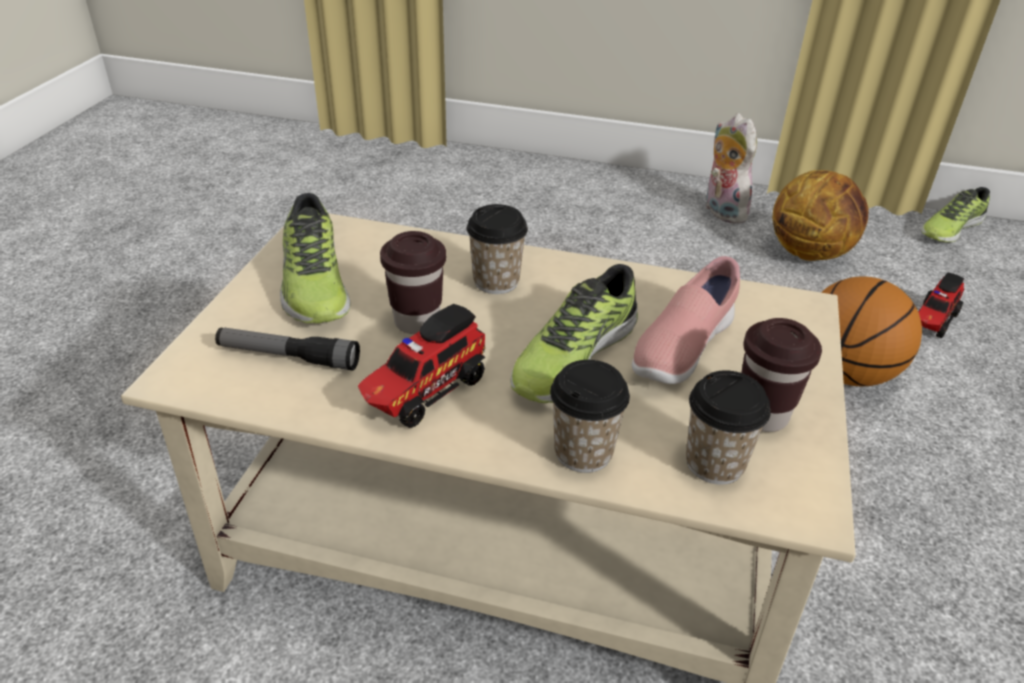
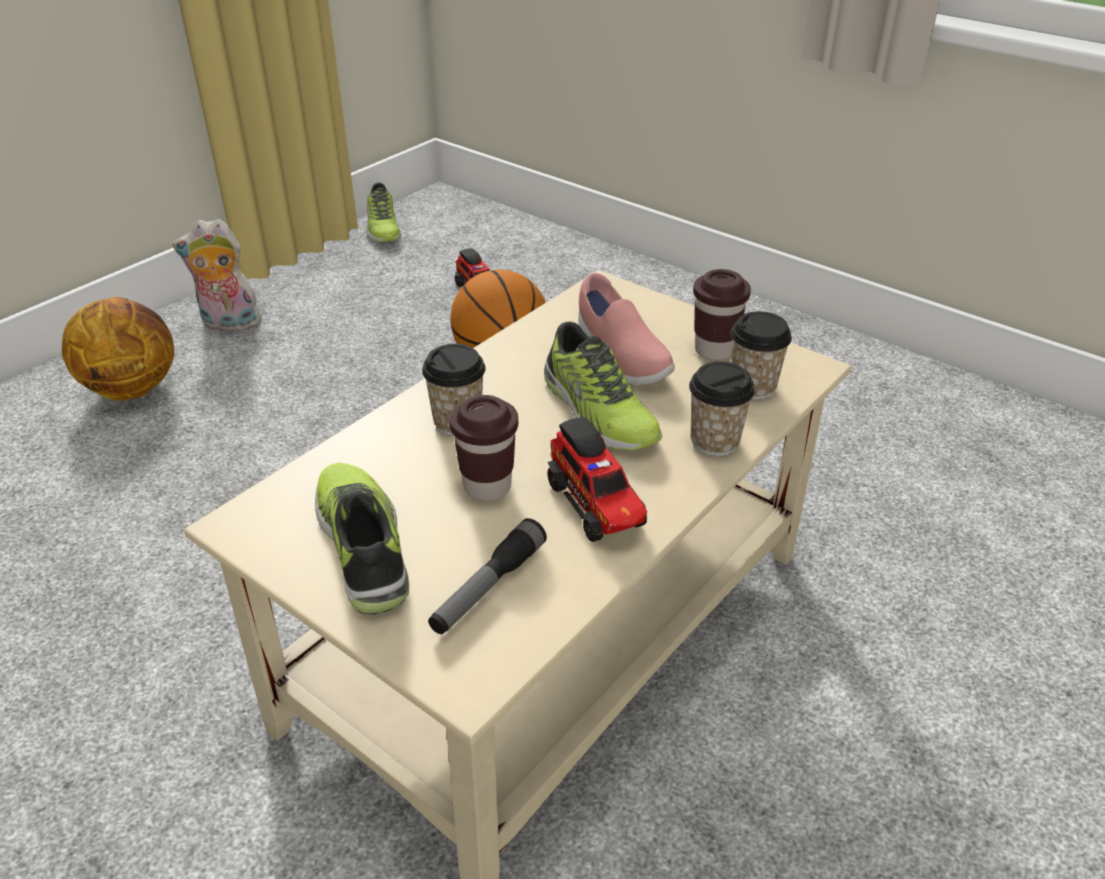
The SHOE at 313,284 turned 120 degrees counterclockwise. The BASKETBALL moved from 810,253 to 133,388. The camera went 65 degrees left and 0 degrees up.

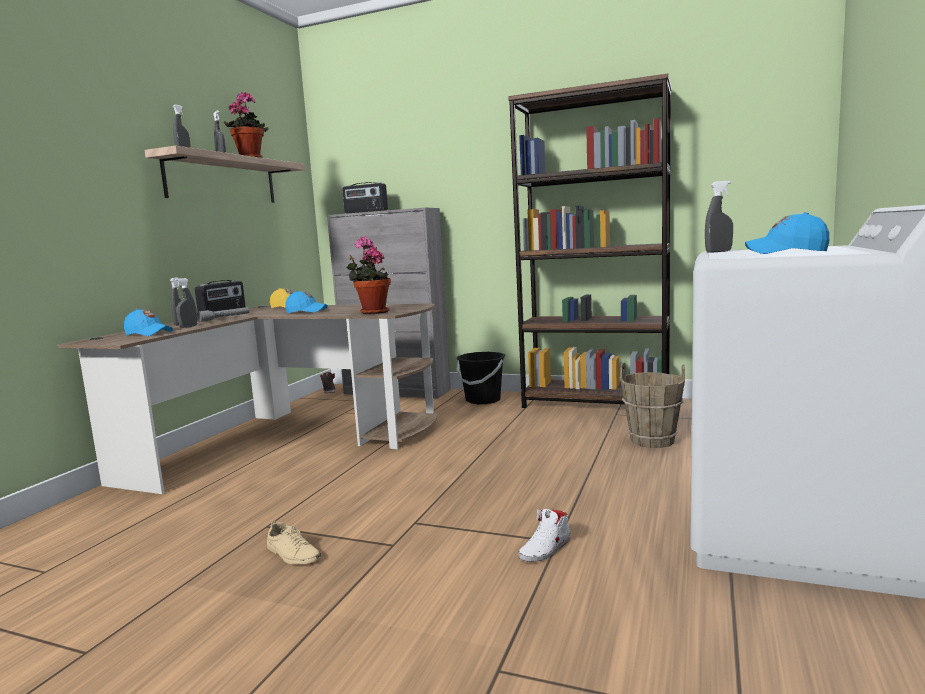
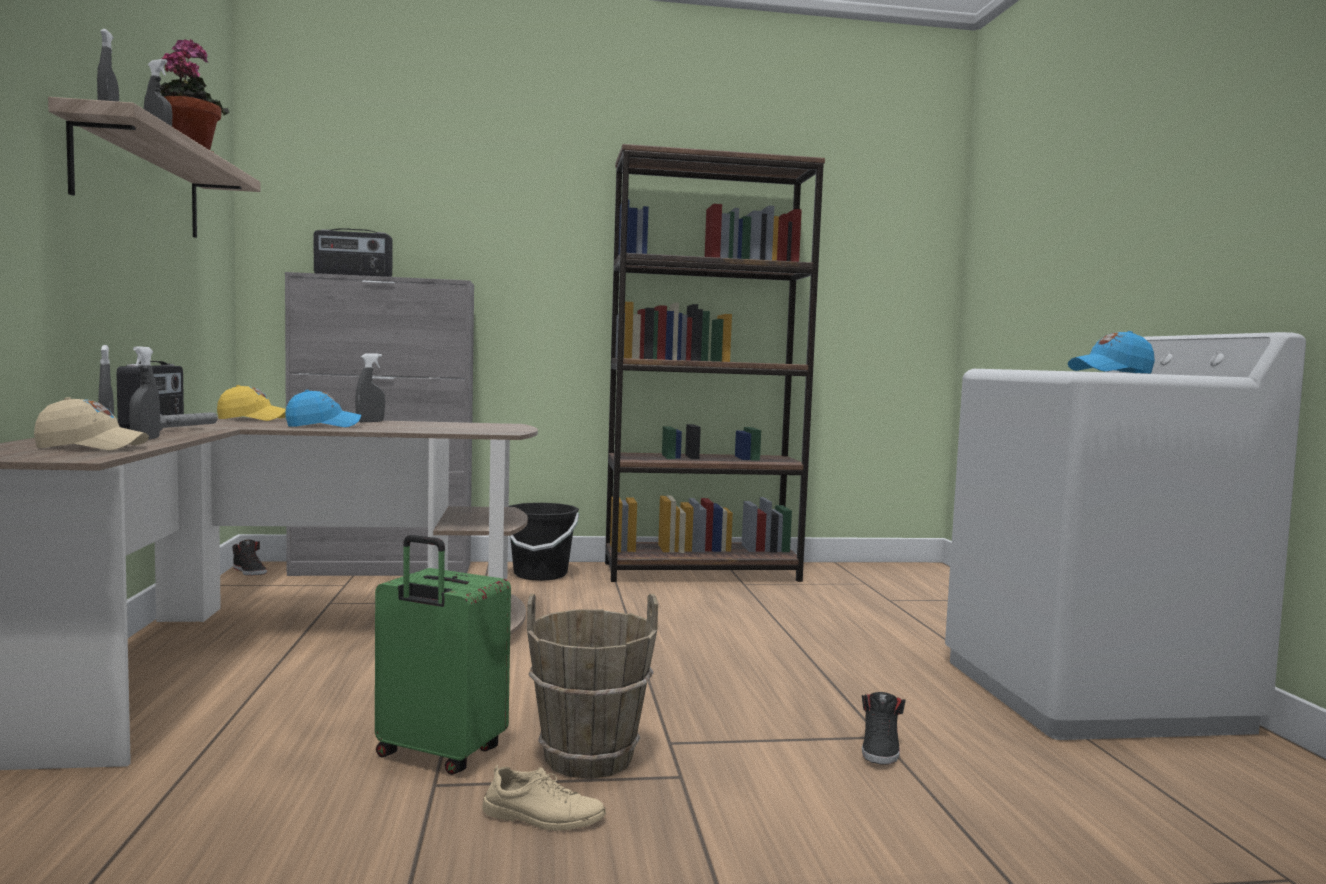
The BLUE CAP at 148,334 became the BEIGE CAP at 92,447. The POTTED PLANT at 372,312 disappeared. The WHITE SHOE at 546,549 became the BLACK SHOE at 881,748. The BROWN BUCKET moved from 652,441 to 589,758. The GREY SPRAY BOTTLE moved from 718,251 to 370,422. The GREEN SUITCASE at 438,754 appeared. The camera went 30 degrees left and 5 degrees down.

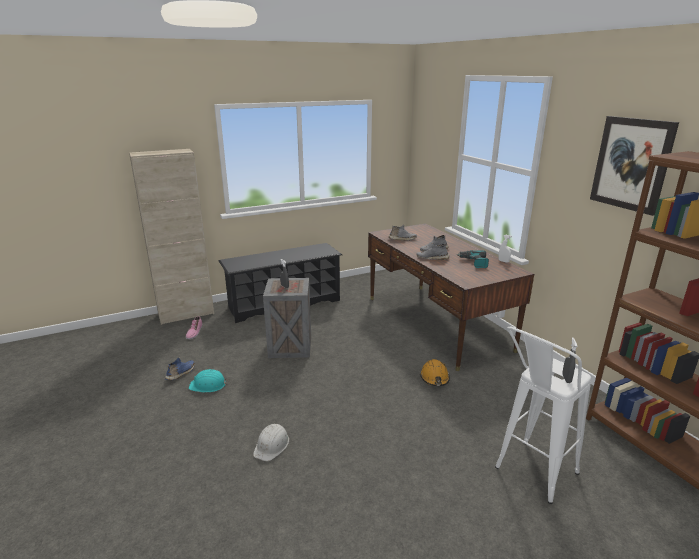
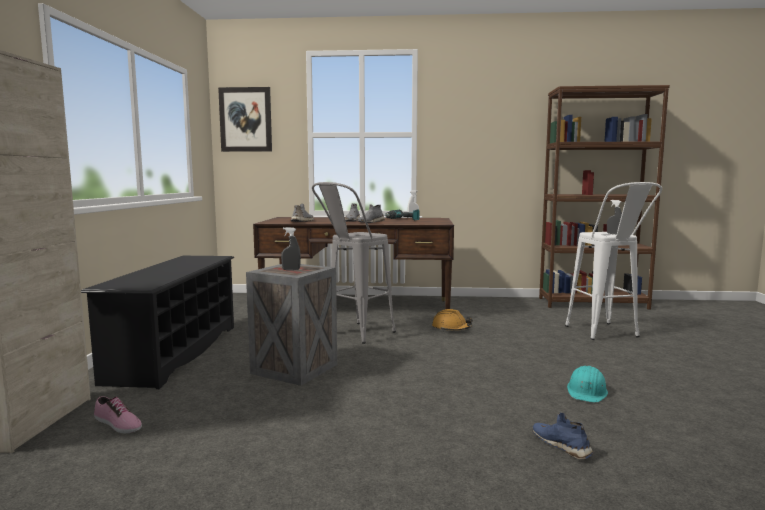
The BLUE SHOE moved from 181,373 to 562,446. The TURQUOISE HARD HAT moved from 208,385 to 587,392. The WHITE HARD HAT at 272,445 disappeared. The PICTURE moved from 631,164 to 245,119. The GREY STOOL at 353,335 appeared. The camera went 60 degrees left and 15 degrees down.

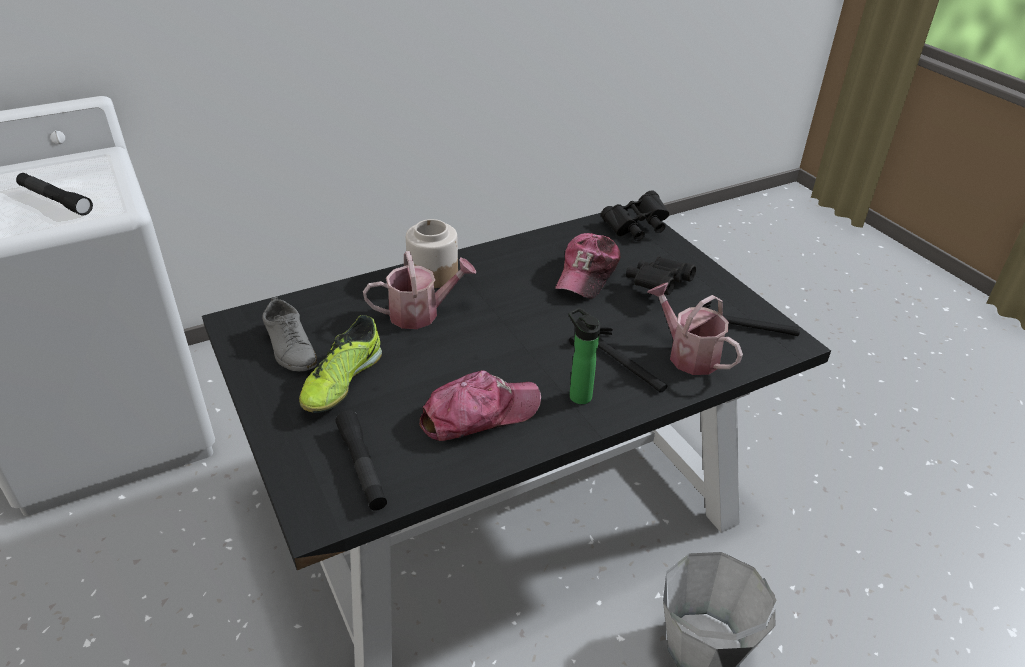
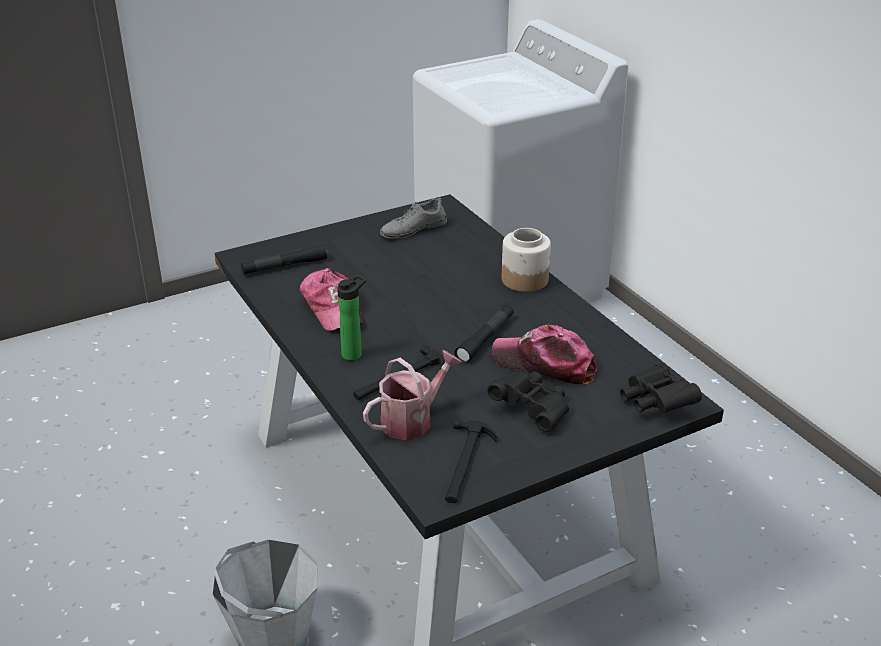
The BLACK FLASHLIGHT moved from 55,200 to 485,339. The SHOE at 342,381 disappeared. The WATERING CAN at 421,313 disappeared. The camera went 90 degrees right and 5 degrees down.

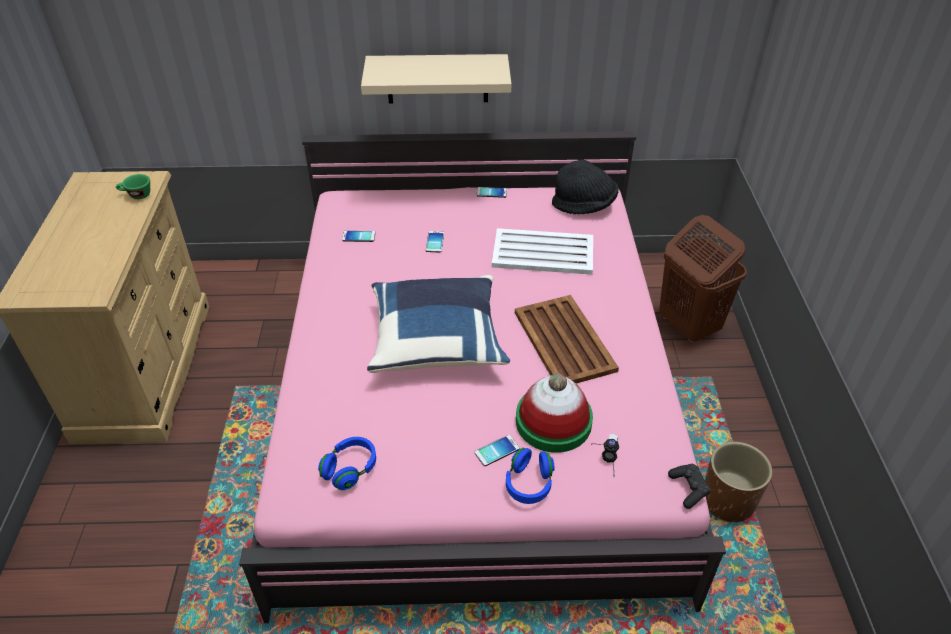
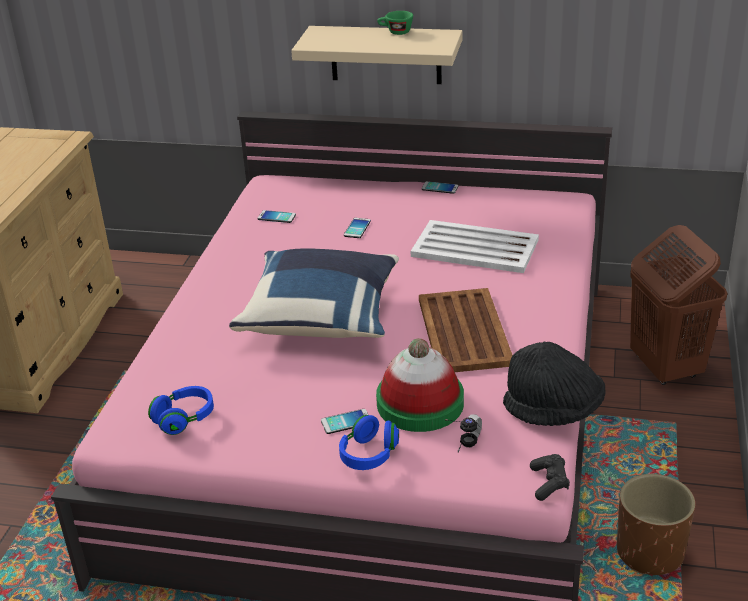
The GREEN CUP moved from 136,195 to 395,32. The BLACK HAT moved from 584,205 to 553,411. The camera went 15 degrees right and 10 degrees down.

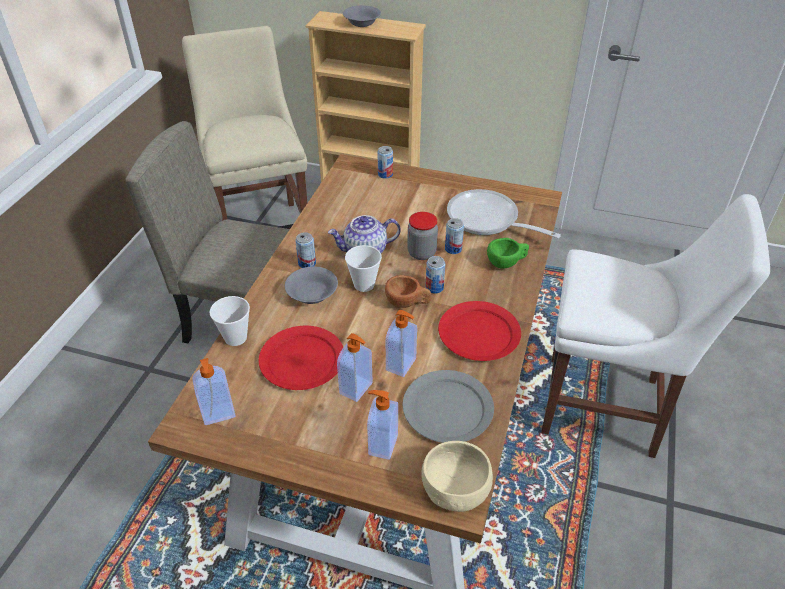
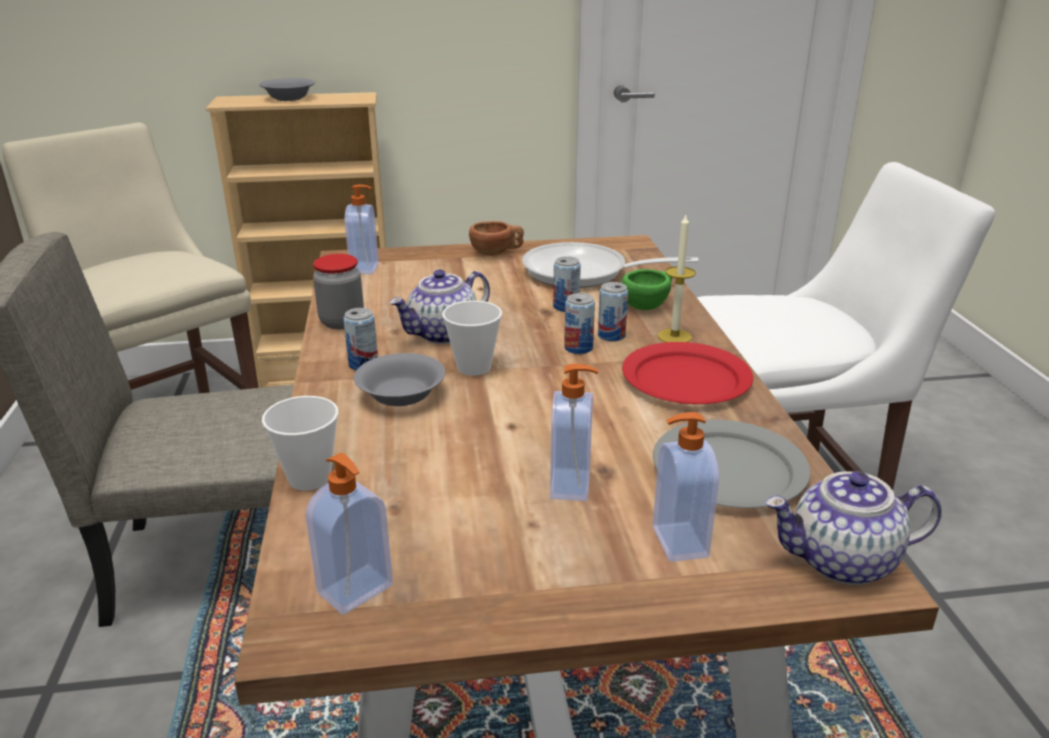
The RED PLATE at 302,361 disappeared. The CAN moved from 385,174 to 611,335. The BROWN CUP moved from 407,303 to 497,253. The SOAP DISPENSER moved from 402,365 to 366,268. The JAR moved from 421,253 to 342,322. The BEIGE BOWL at 455,489 was replaced by the TEAPOT at 842,562. The CANDLE at 674,336 appeared. The camera went 25 degrees left and 15 degrees down.

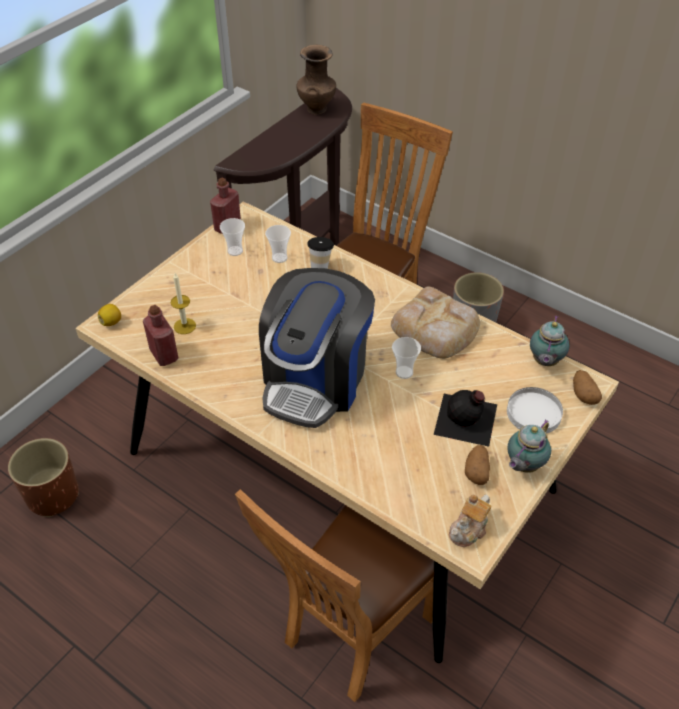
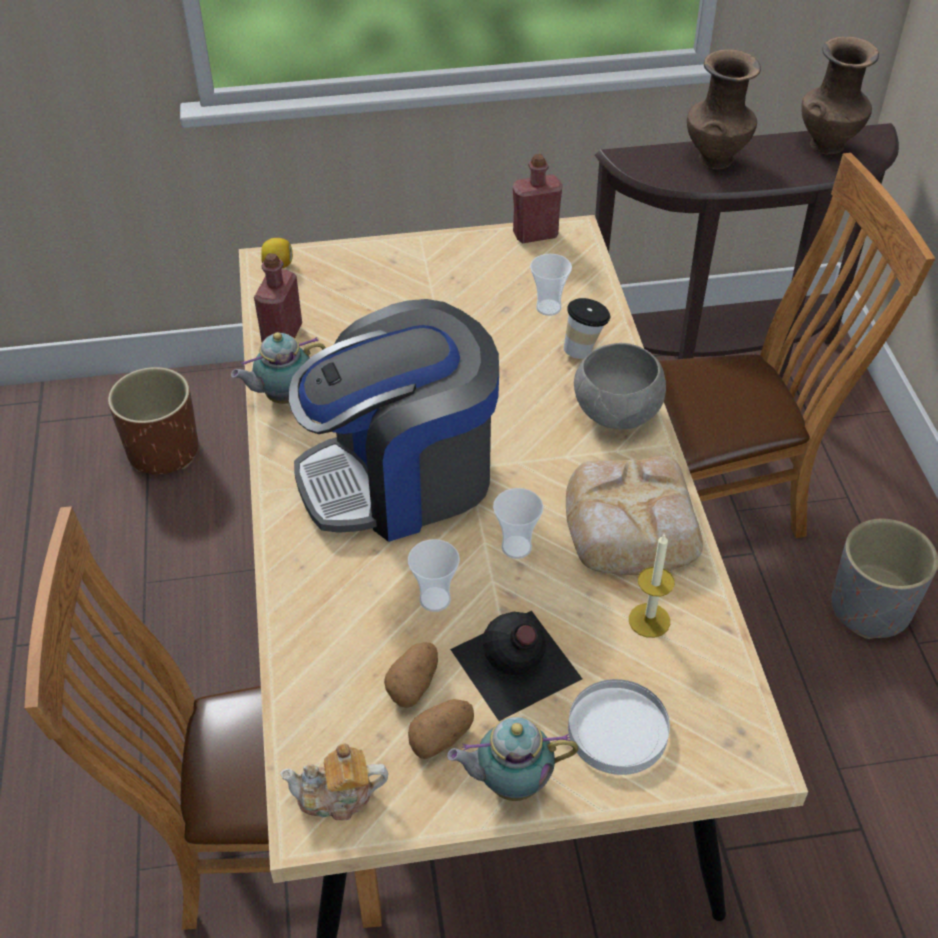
The CANDLE moved from 184,326 to 649,620. The CUP moved from 235,251 to 435,599. The TEAPOT moved from 544,362 to 283,397. The POTATO moved from 583,394 to 413,684. The GREY BOWL at 618,414 appeared. The BROWN VASE at 715,158 appeared. The camera went 45 degrees right and 0 degrees up.

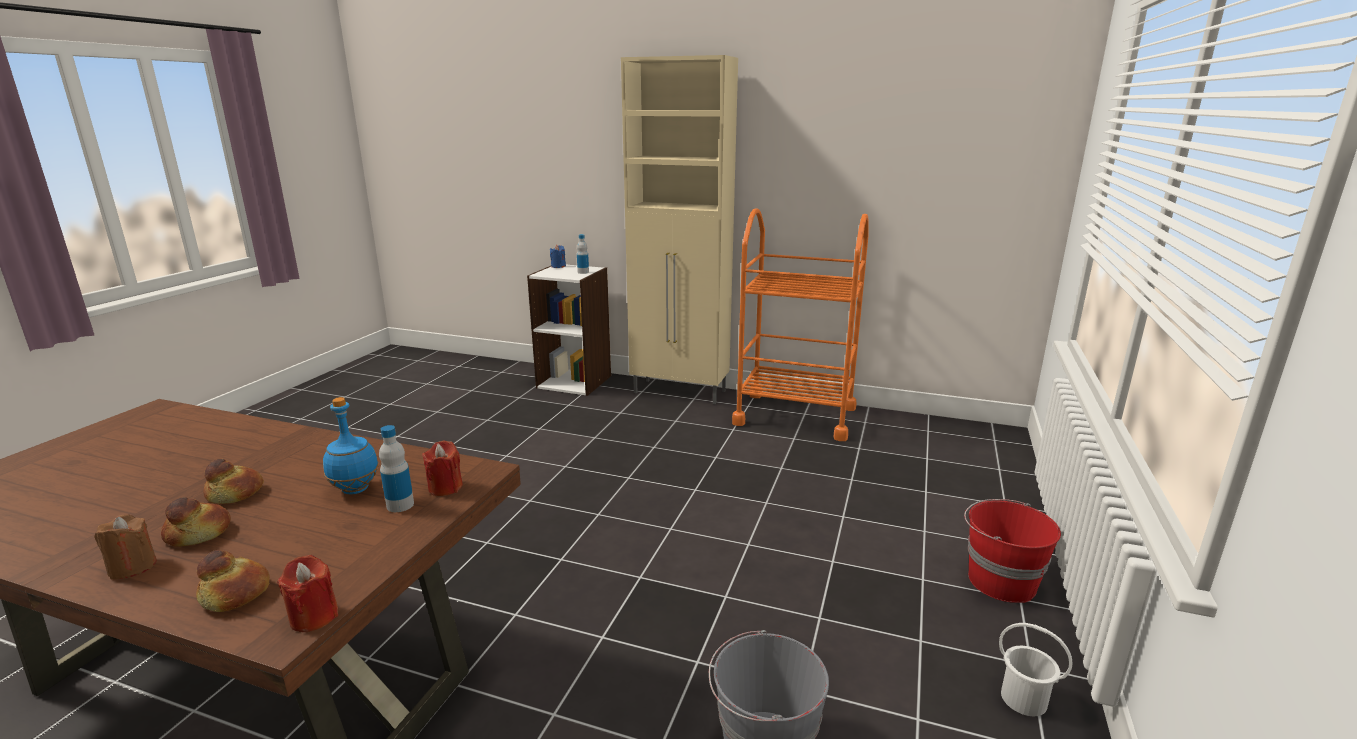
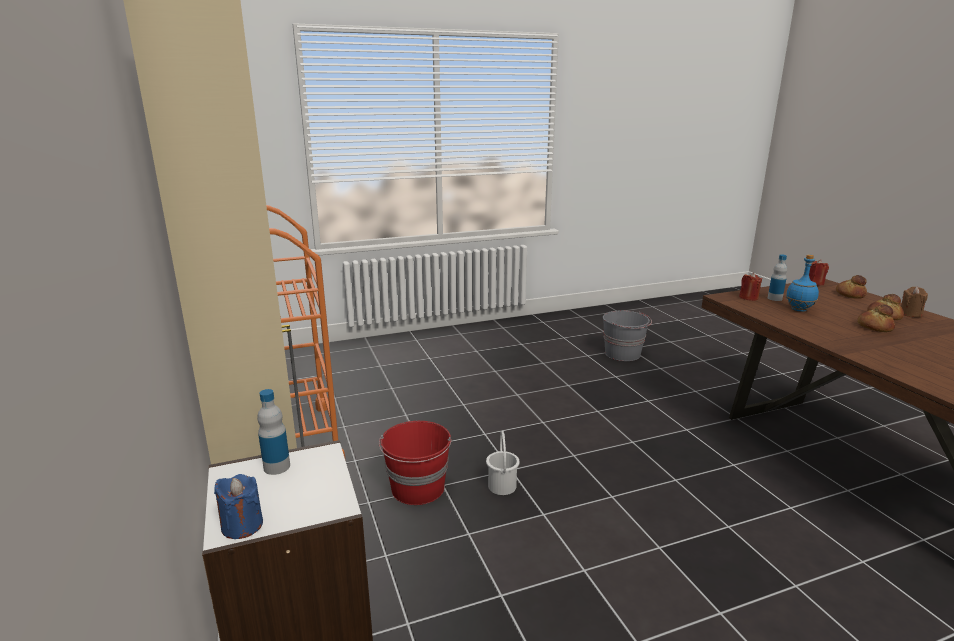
The RED BUCKET moved from 1000,581 to 418,489. The WHITE BUCKET moved from 1023,698 to 501,486. The camera went 130 degrees left and 0 degrees up.

